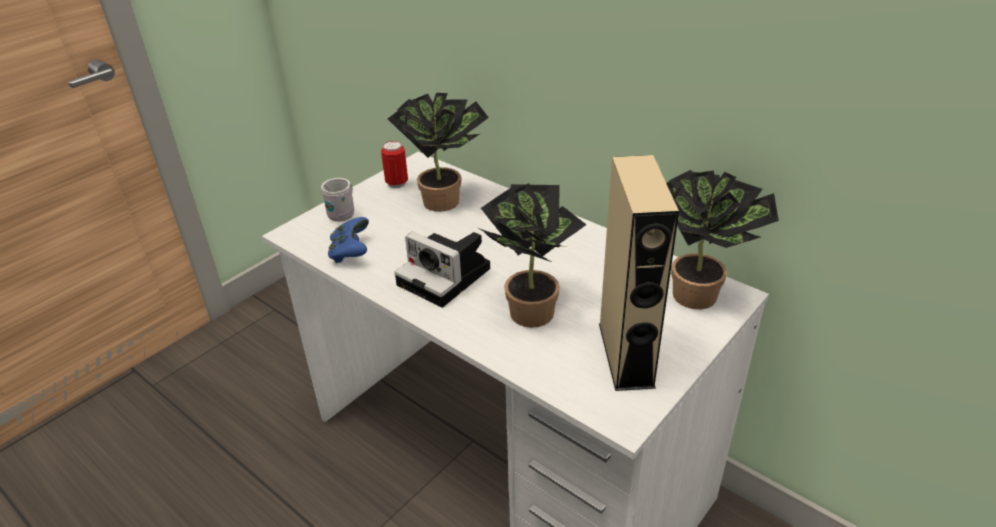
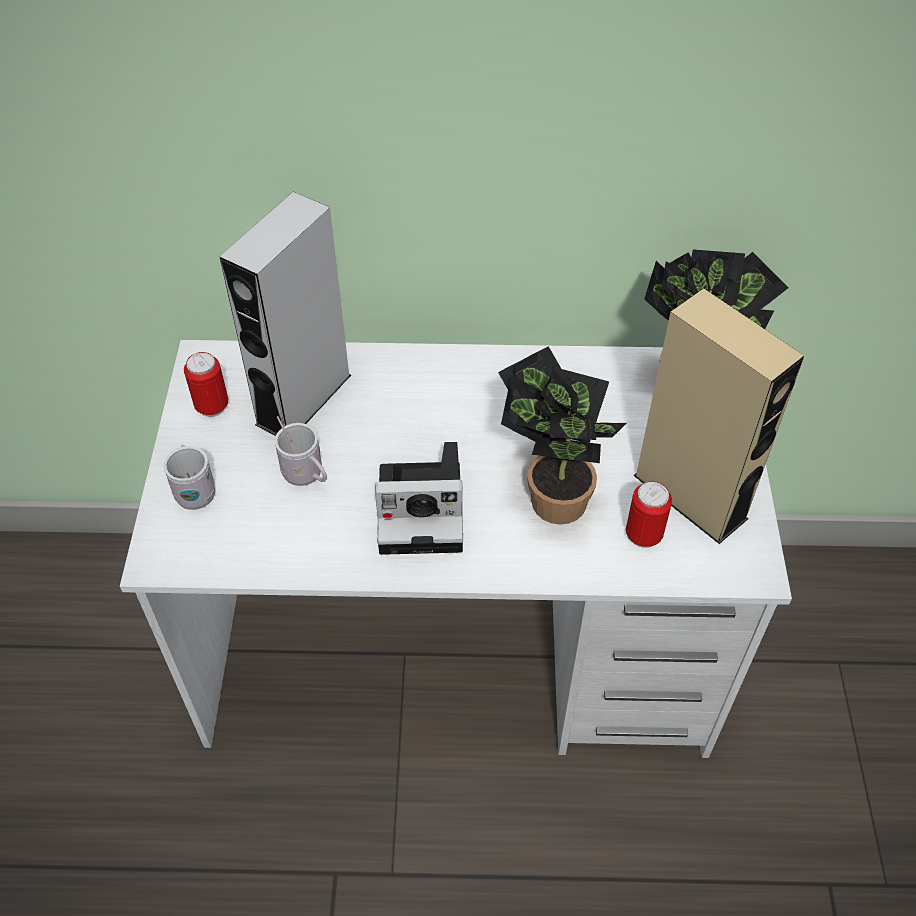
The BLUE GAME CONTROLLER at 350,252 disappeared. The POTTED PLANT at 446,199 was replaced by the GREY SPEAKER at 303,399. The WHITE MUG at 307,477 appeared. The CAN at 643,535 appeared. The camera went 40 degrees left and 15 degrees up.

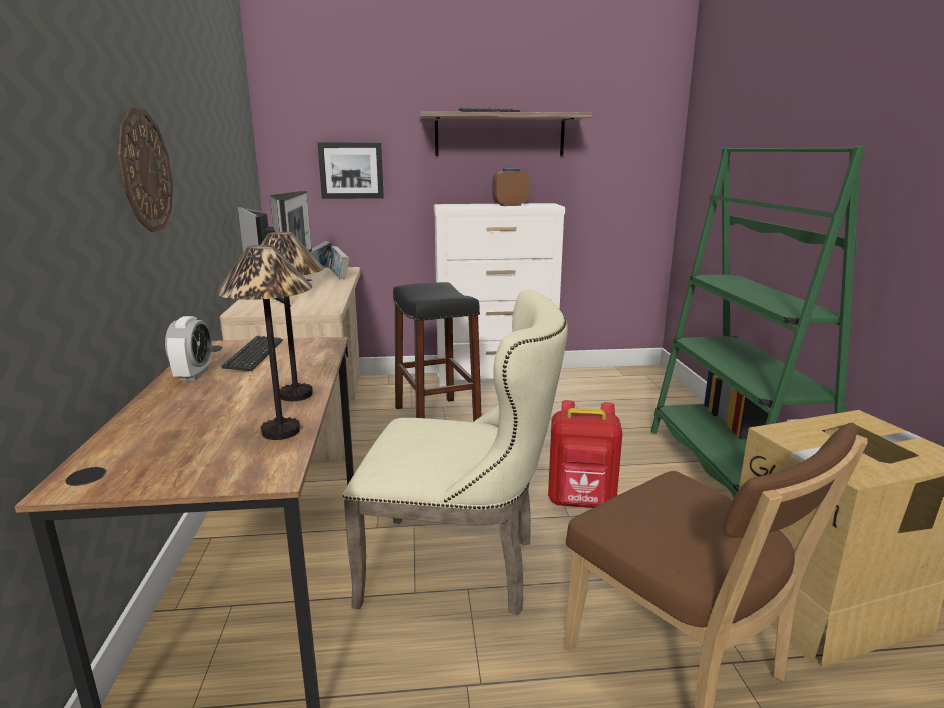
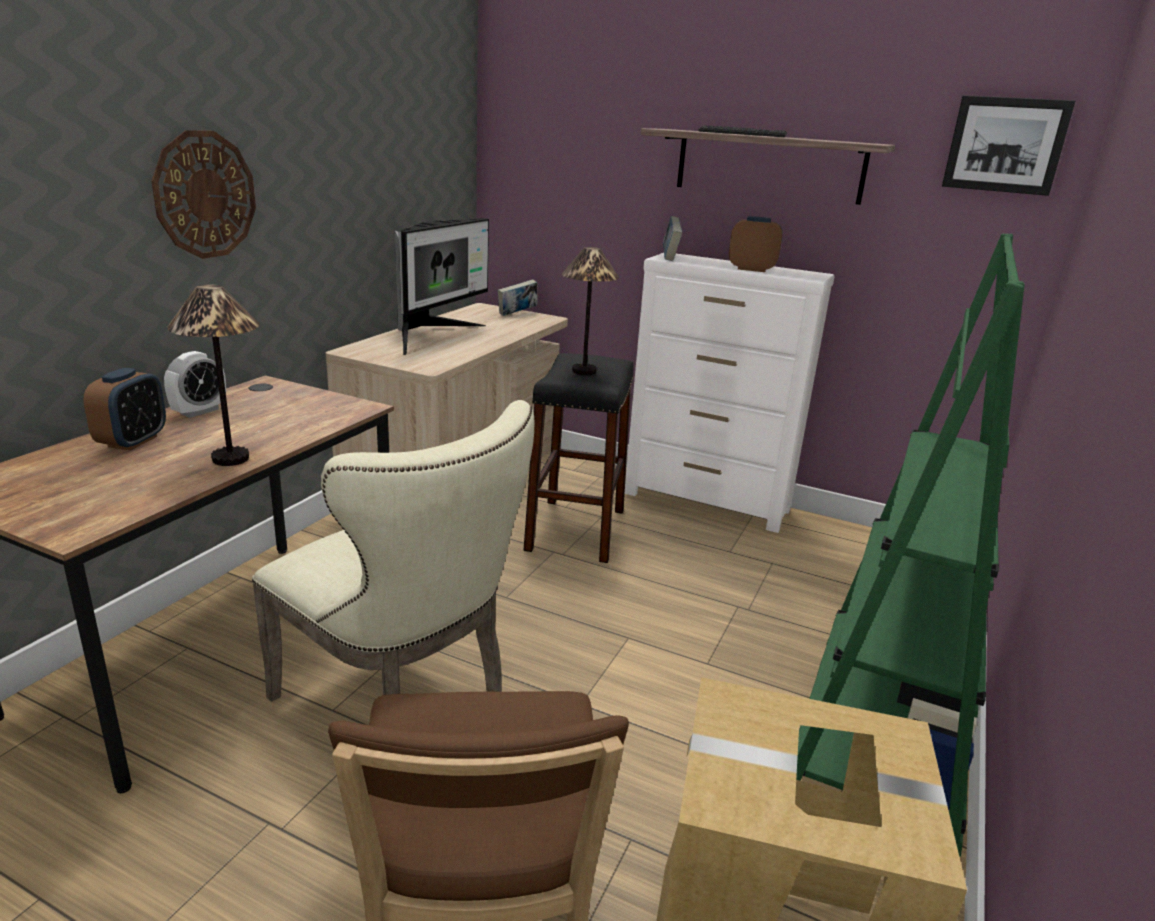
The TABLE LAMP moved from 281,432 to 584,371. The KEYBOARD at 254,355 disappeared. The PICTURE moved from 351,170 to 1005,145. The BOOK moved from 339,276 to 669,257. The RED BACKPACK at 581,502 disappeared. The ALARM CLOCK at 133,441 appeared. The camera went 30 degrees right and 5 degrees up.

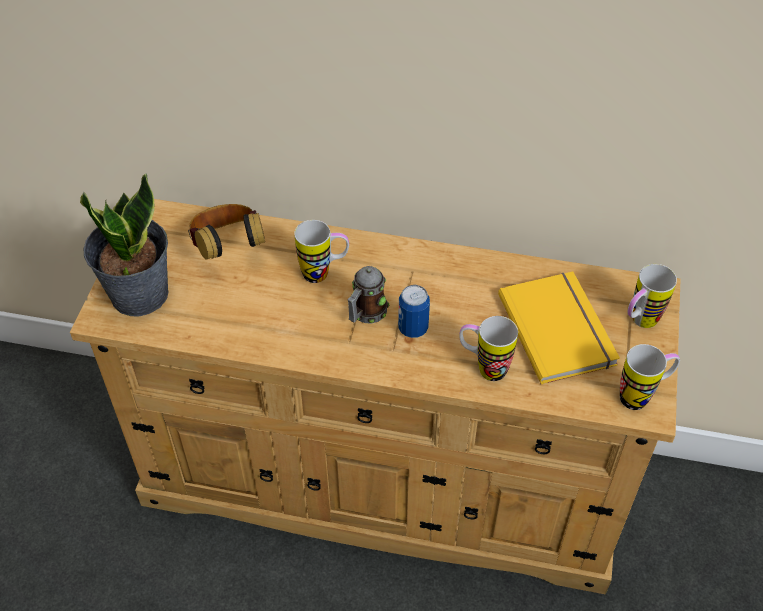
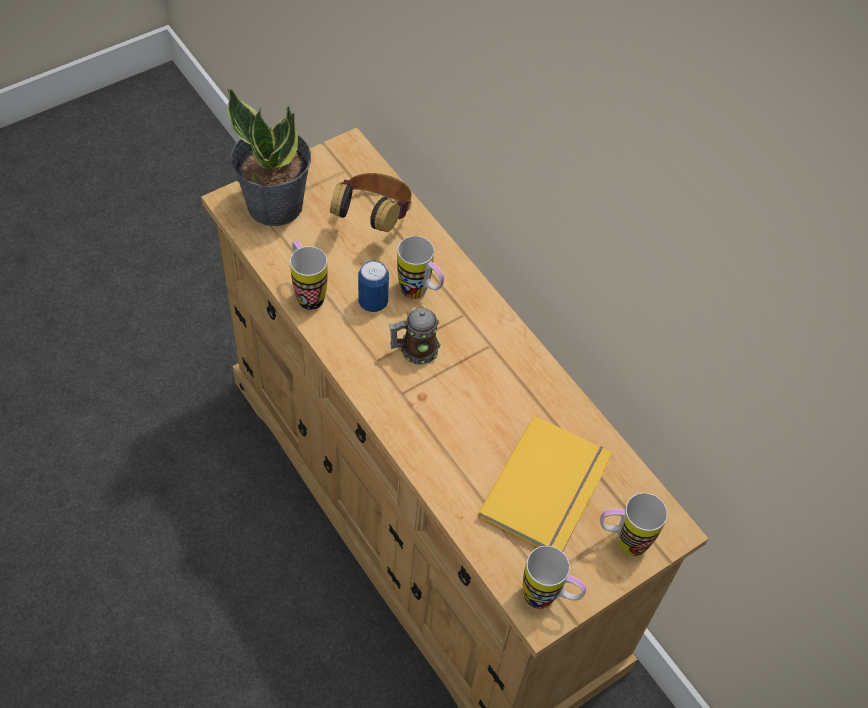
The CAN moved from 413,328 to 373,302. The MUG moved from 483,367 to 307,292. The camera went 40 degrees right and 5 degrees up.

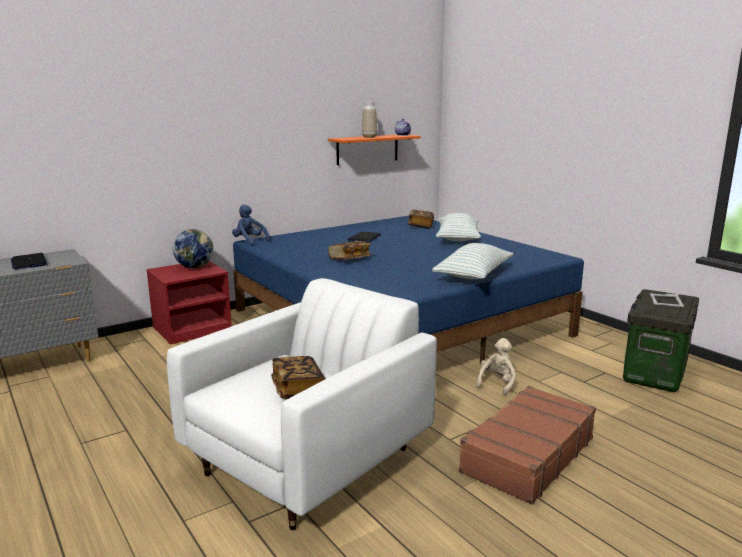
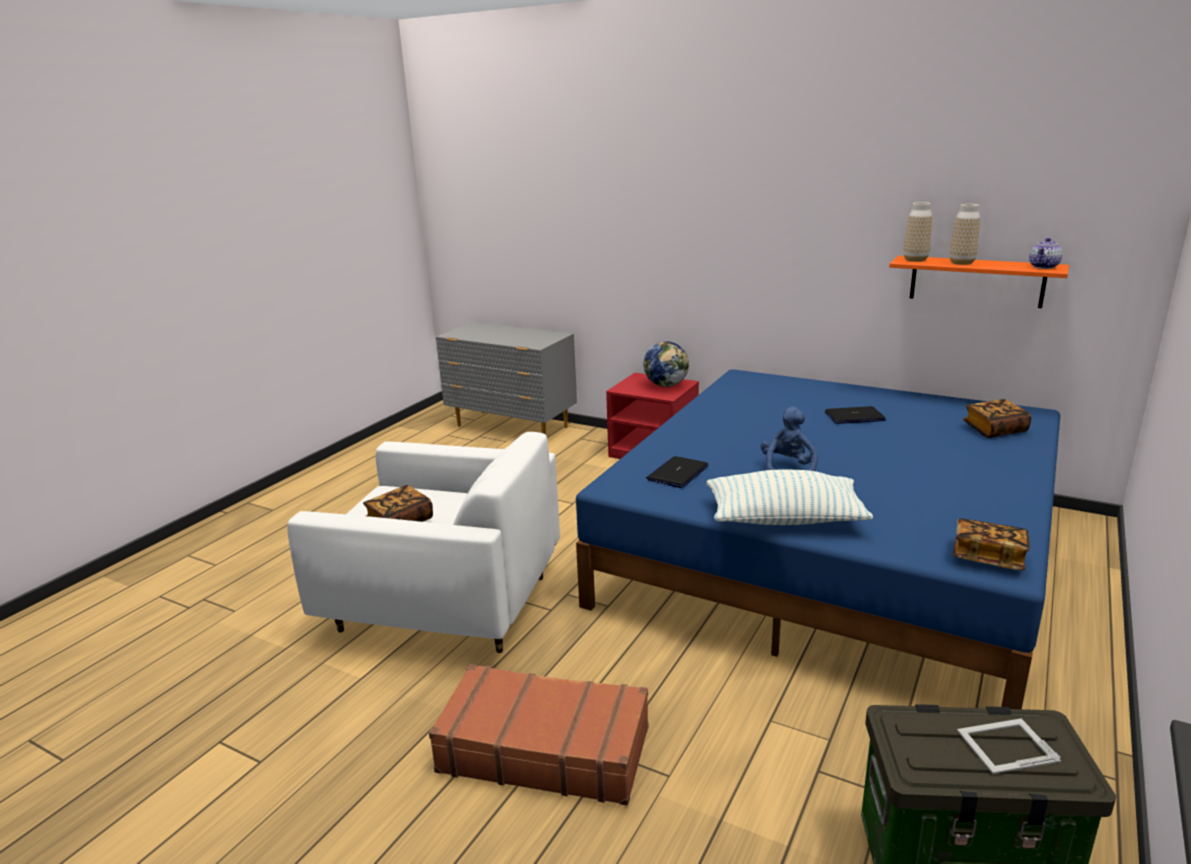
The LAPTOP moved from 29,262 to 677,473. The BLUE PLUSH TOY moved from 249,241 to 788,469. The BOOK moved from 349,259 to 987,558. The PILLOW at 457,239 disappeared. The BEIGE PLUSH TOY at 497,383 disappeared. The VASE at 915,260 appeared. The camera went 65 degrees right and 5 degrees up.

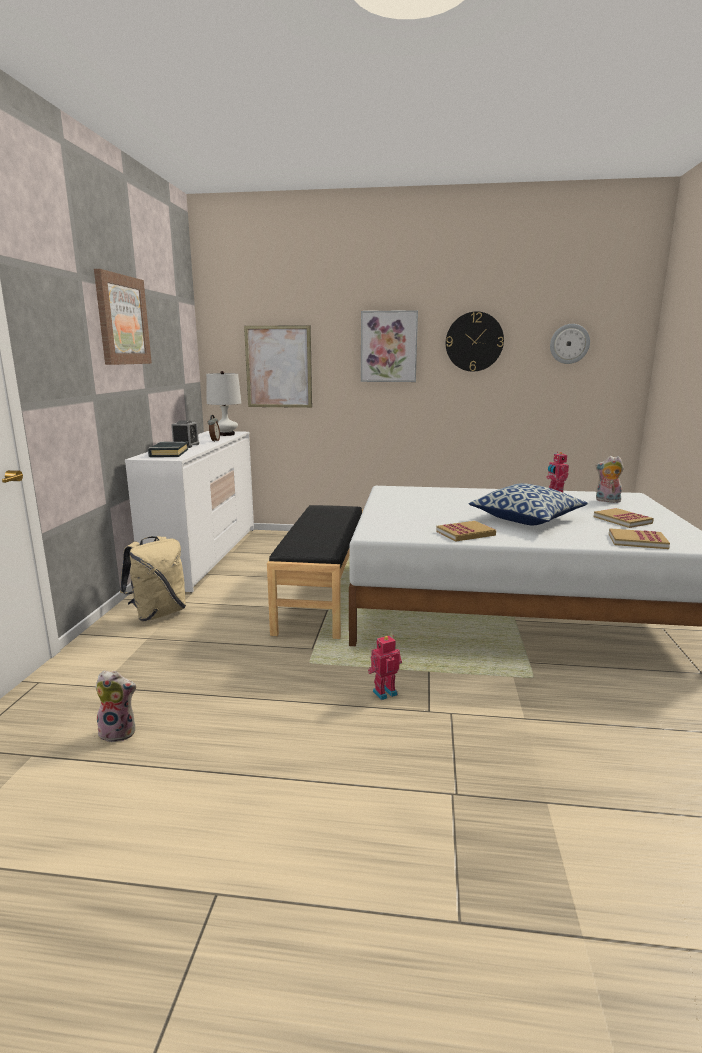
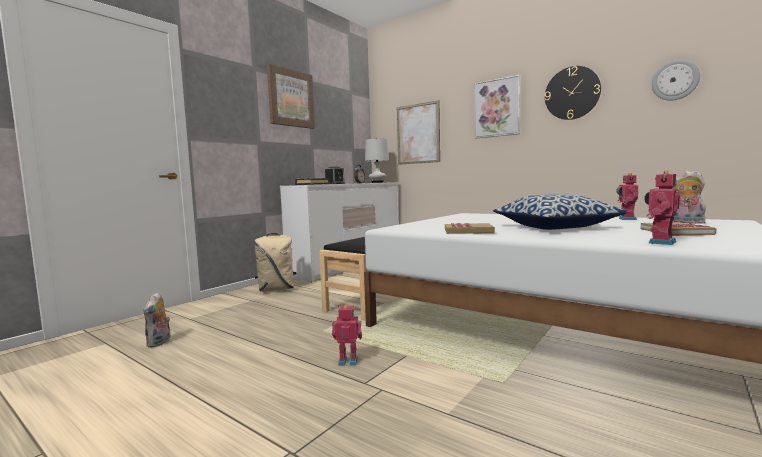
The PLUSH TOY at 119,732 turned 60 degrees clockwise. The BOOK at 637,541 was replaced by the TOY ROBOT at 659,242. The camera went 30 degrees right and 10 degrees down.

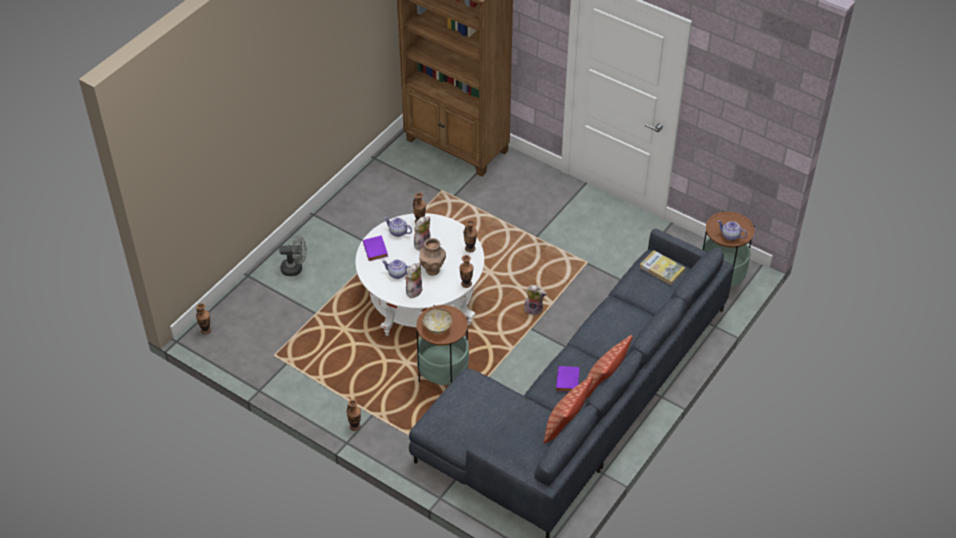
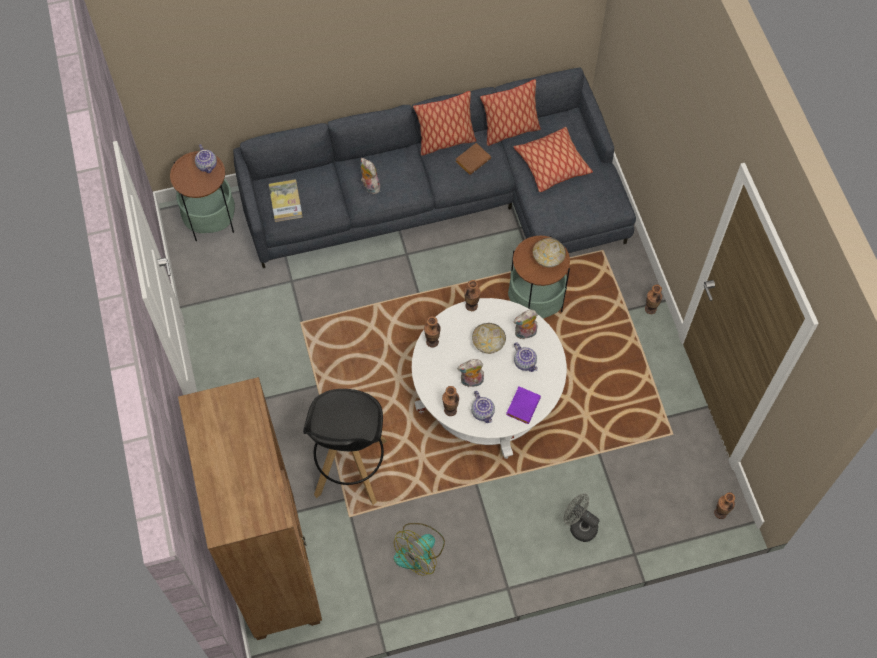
The BROWN VASE at 432,270 was replaced by the BOWL at 488,343. The PLUSH TOY moved from 534,309 to 369,186. The PURPLE BOOK at 568,382 became the BROWN BOOK at 473,159. The BLACK STOOL at 350,469 appeared. The FAN at 420,551 appeared. The PILLOW at 552,165 appeared. The camera went 140 degrees left and 15 degrees up.

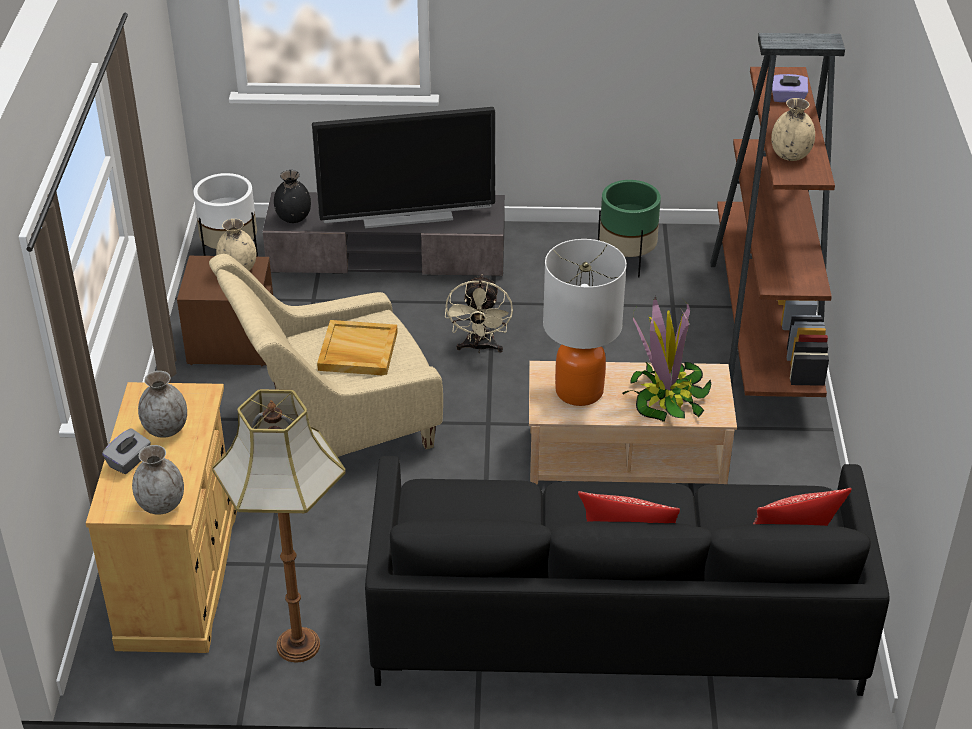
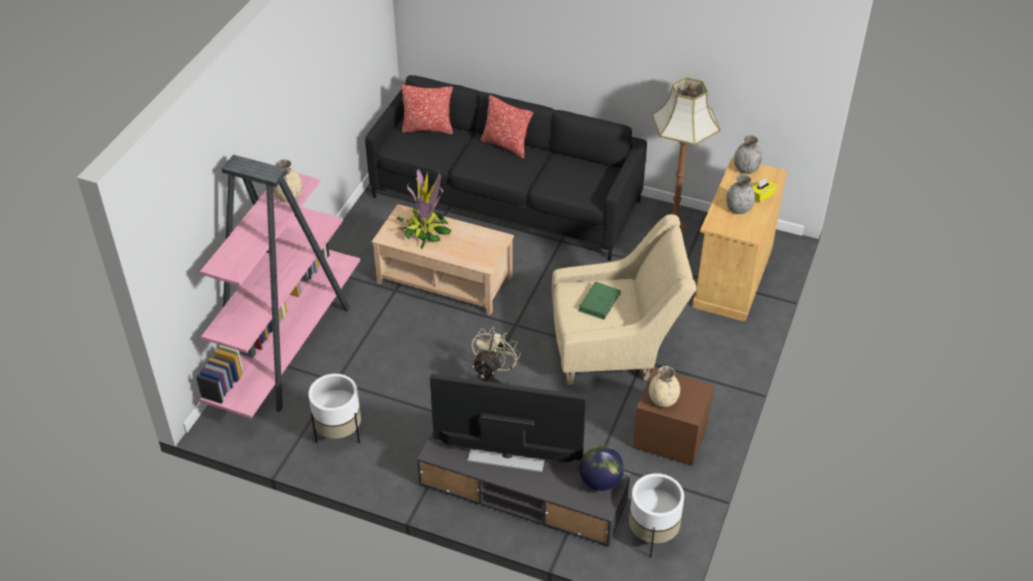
The GREY TISSUE BOX at 129,461 became the YELLOW TISSUE BOX at 761,195. The BLACK VASE at 294,218 was replaced by the GLOBE at 600,481. The BEIGE TRAY at 357,351 was replaced by the GREEN BOOK at 599,303. The TABLE LAMP at 579,391 disappeared. The GREEN PLANTER at 626,260 became the WHITE PLANTER at 339,433. The BROWN BOOKCASE at 764,326 became the PINK BOOKCASE at 287,347. The PURPLE TISSUE BOX at 787,98 disappeared. The camera went 160 degrees left and 5 degrees up.

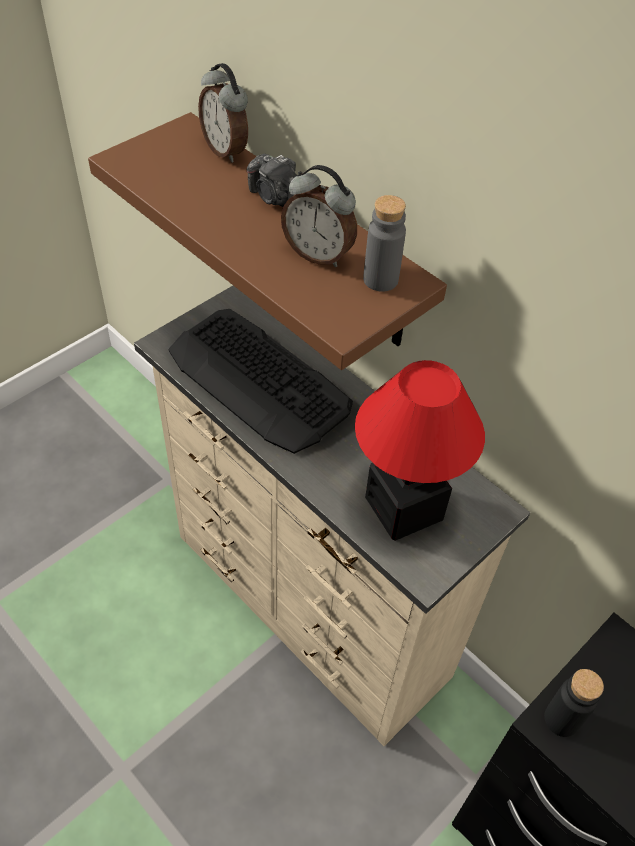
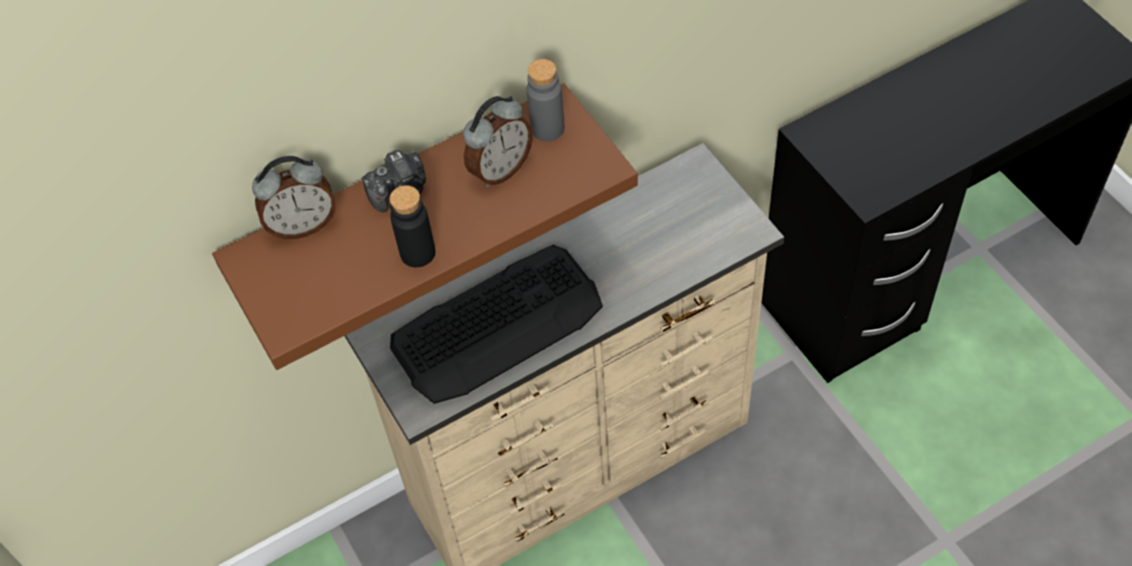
The TABLE LAMP at 402,507 disappeared. The BLACK BOTTLE moved from 561,719 to 417,253. The camera went 70 degrees left and 5 degrees up.

